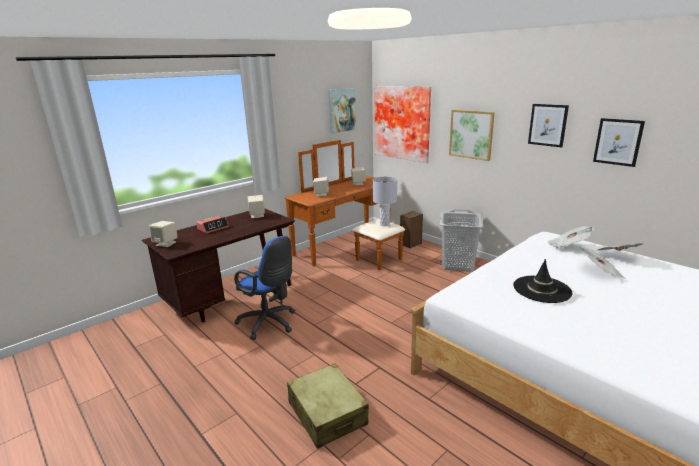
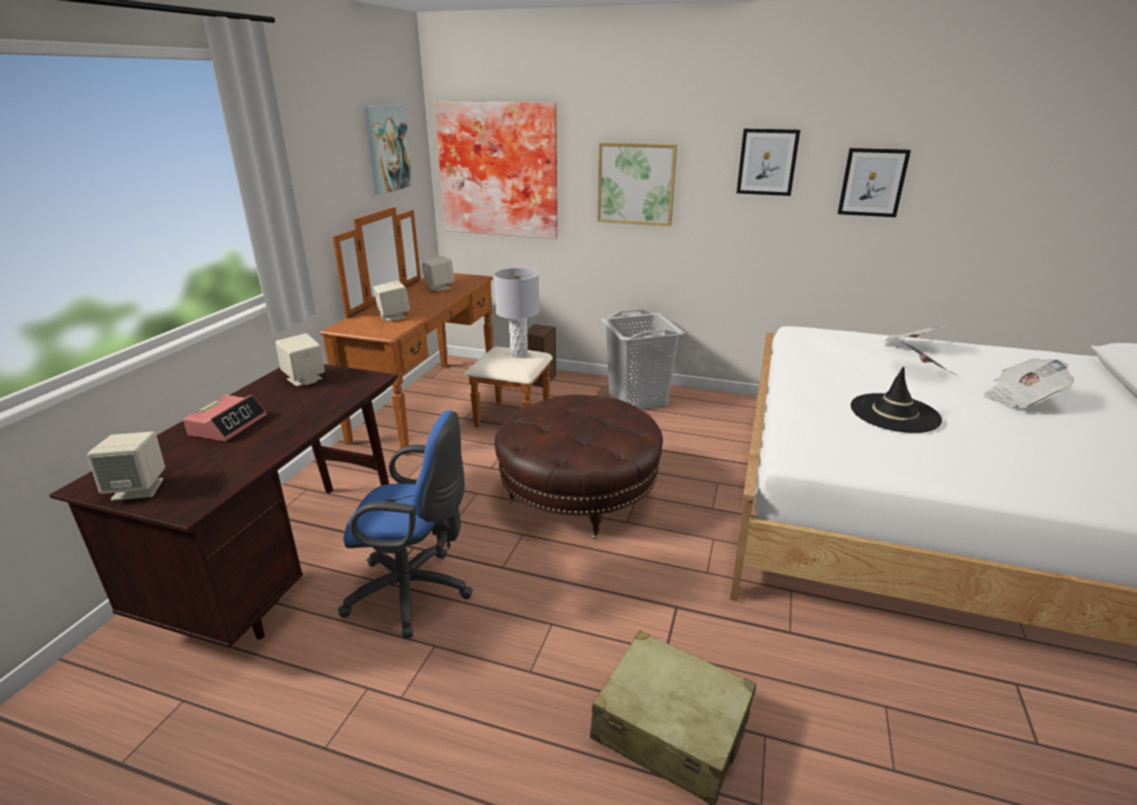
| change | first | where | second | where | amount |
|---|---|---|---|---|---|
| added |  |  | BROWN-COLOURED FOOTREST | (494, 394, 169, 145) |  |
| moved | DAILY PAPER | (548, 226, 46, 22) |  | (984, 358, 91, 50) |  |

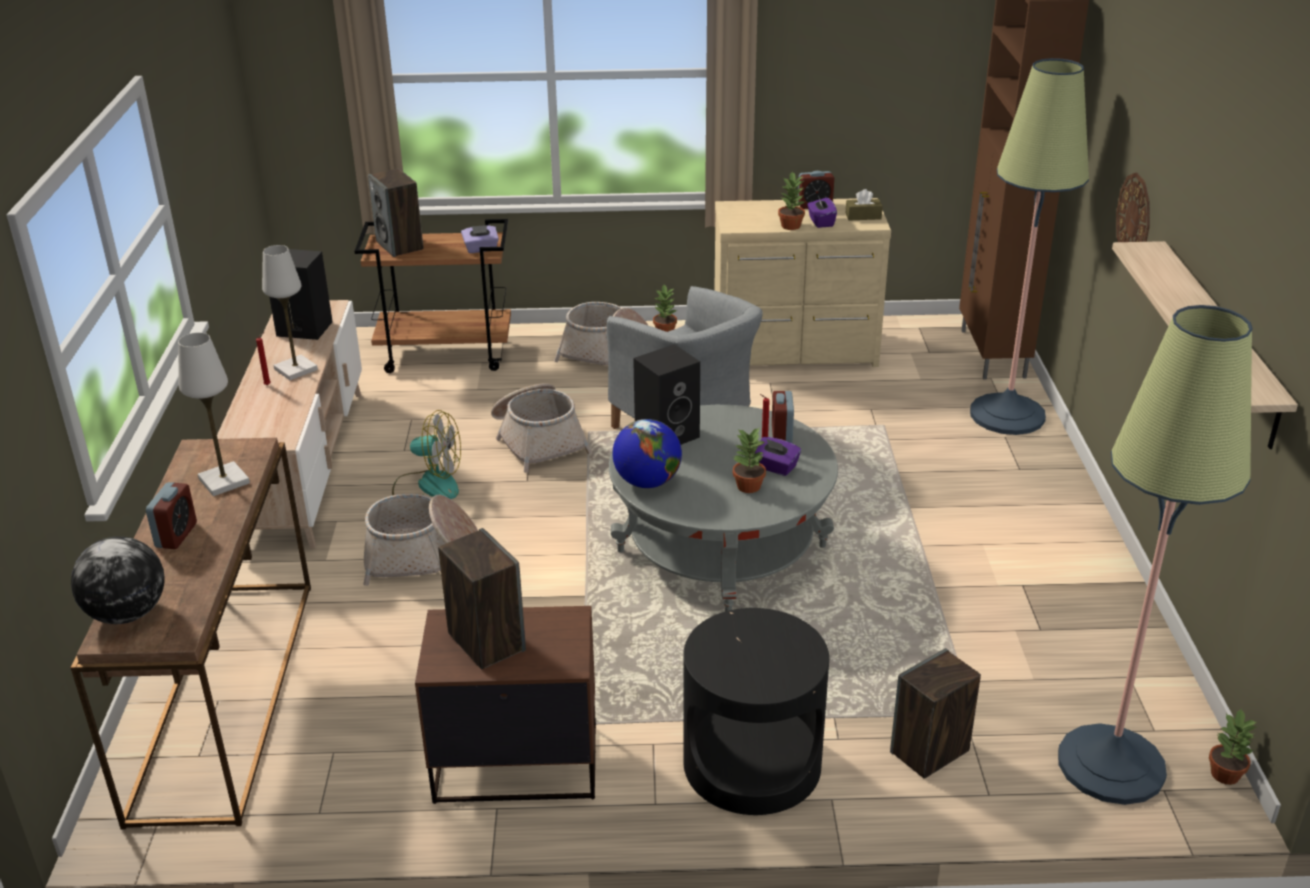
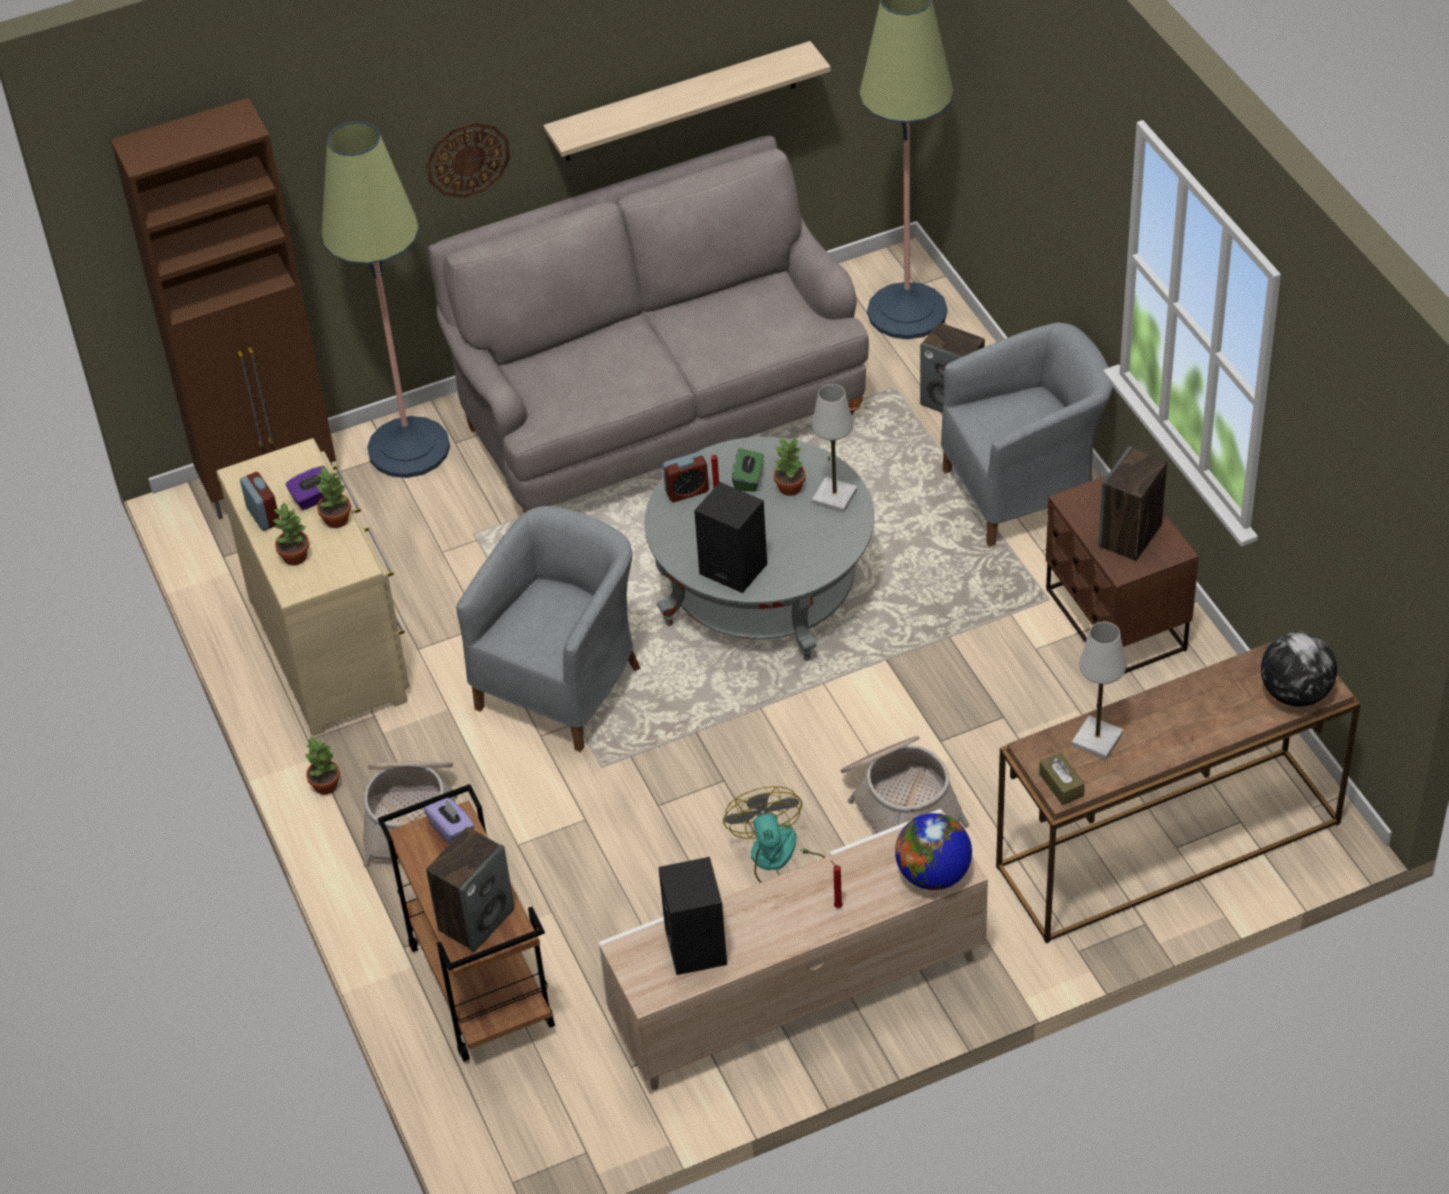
| change | first | where | second | where | amount |
|---|---|---|---|---|---|
| moved | HOUSEPLANT | (1209, 708, 47, 77) |  | (273, 502, 37, 63) |  |
| added |  |  | GRAY SETTEE | (428, 136, 441, 377) |  |
| recoloured | PURPLISH TISSUE HOLDER | (755, 437, 46, 39) | GREEN TISSUE HOLDER | (732, 448, 32, 44) |  |
| moved | WHITE-COLOURED LAMP FOR A TABLE | (262, 245, 56, 135) |  | (812, 384, 45, 129) |  |
| moved | DESK GLOBE | (612, 419, 70, 69) |  | (895, 813, 77, 77) |  |
| replaced | BLACKISH ACCENT TABLE | (684, 608, 145, 207) | GRAY EASY CHAIR | (941, 323, 172, 224) |  |
| moved | BROWN-COLOURED TISSUE HOLDER | (846, 189, 37, 31) |  | (1039, 752, 46, 53) |  |
| removed | ALARM CLOCK | (146, 482, 51, 67) |  |  |  |
| removed | STORAGE BASKET | (491, 383, 101, 90) |  |  |  |

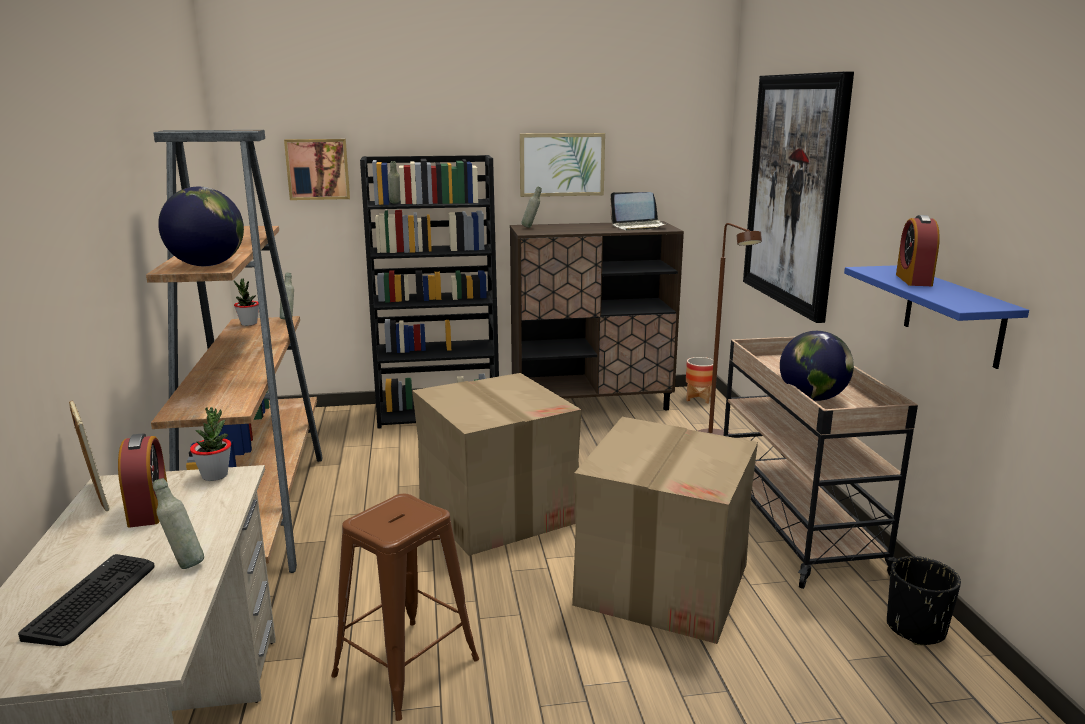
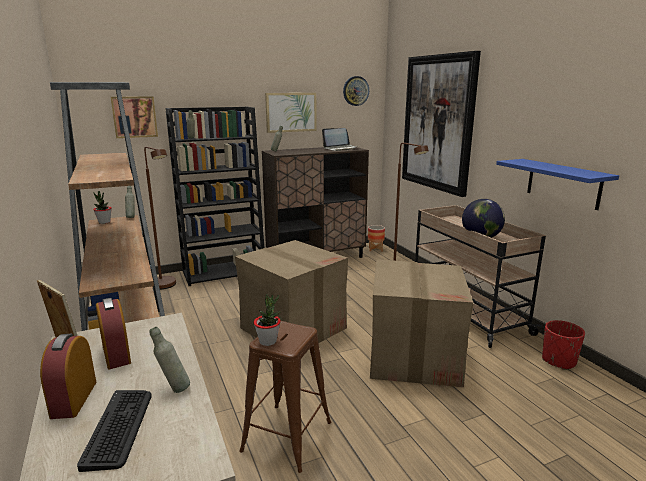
| change | first | where | second | where | amount |
|---|---|---|---|---|---|
| moved | ALARM CLOCK | (896, 215, 44, 71) |  | (40, 334, 56, 85) |  |
| added |  |  | BROWN-COLOURED STANDING LAMP | (144, 147, 32, 142) |  |
| moved | HOUSEPLANT | (190, 407, 41, 74) |  | (254, 294, 27, 52) |  |
| added |  |  | CLOCK ON THE WALL | (343, 76, 26, 30) |  |
| recoloured | BLACKISH FLOWER POT | (887, 556, 74, 89) | REDDISH FLOWER POT | (542, 320, 43, 50) |  |
| removed | DESK GLOBE | (158, 187, 86, 79) |  |  |  |

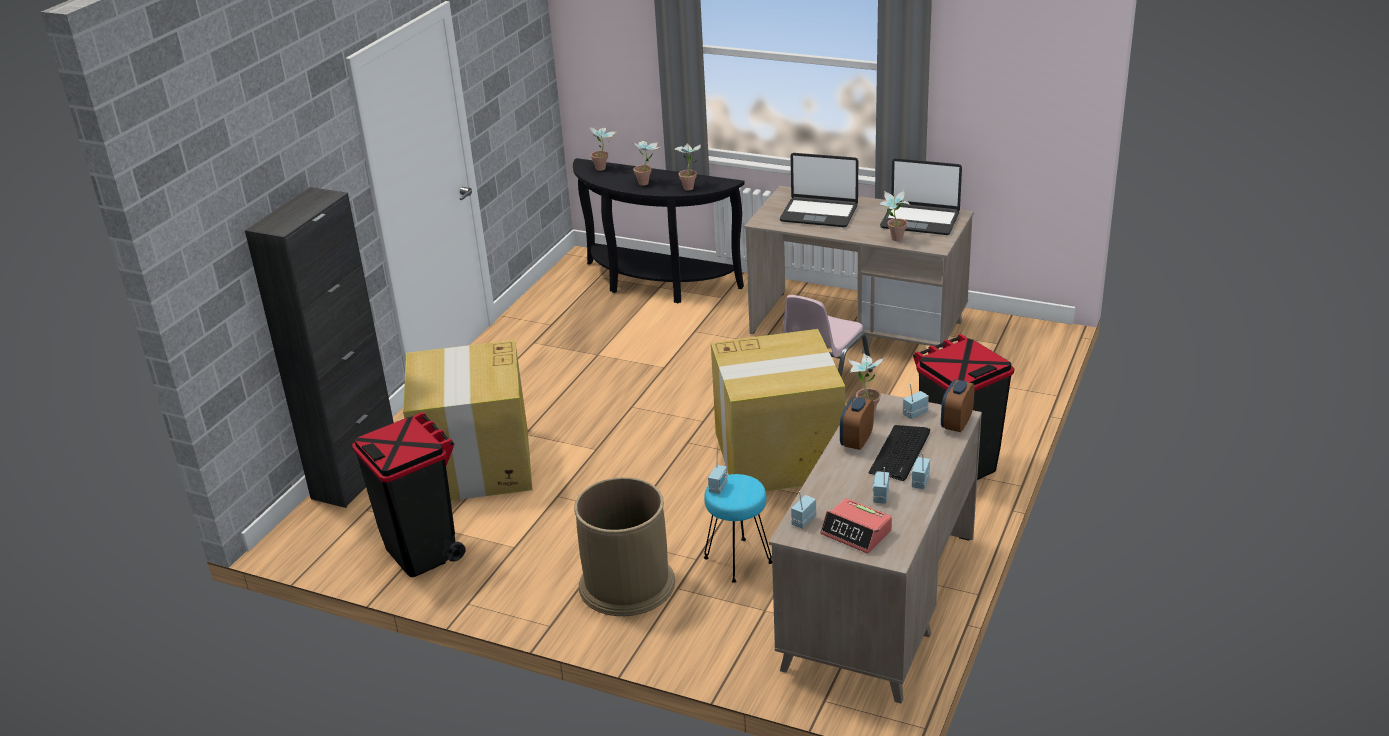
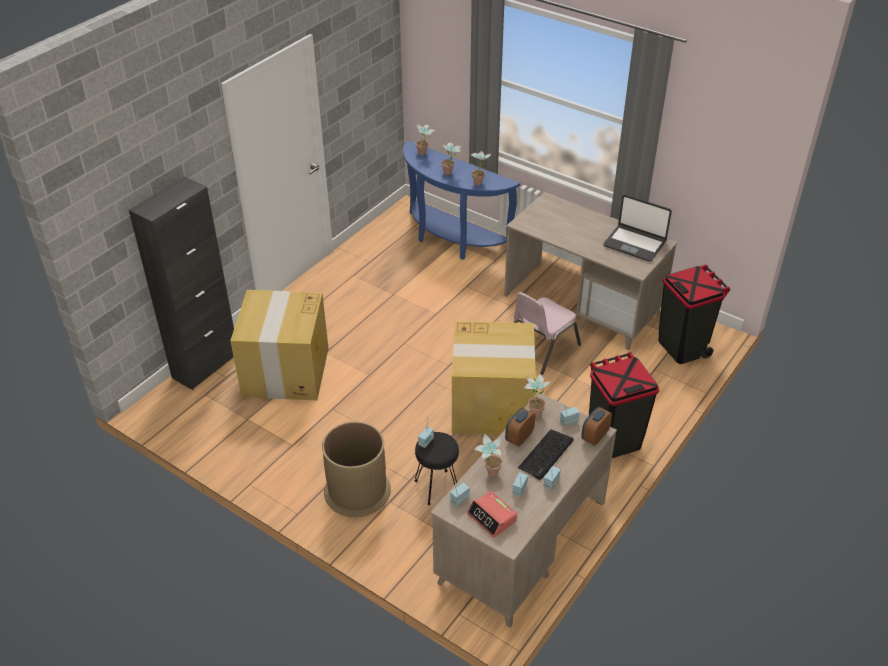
| change | first | where | second | where | amount |
|---|---|---|---|---|---|
| recoloured | BLACKISH NARROW TABLE | (573, 158, 172, 145) | BLUISH NARROW TABLE | (403, 141, 117, 119) |  |
| recoloured | BLUE-GREEN STOOL SEAT | (704, 474, 68, 109) | BLACKISH STOOL SEAT | (415, 432, 44, 73) |  |
| moved | HOUSEPLANT | (879, 190, 31, 51) |  | (474, 434, 29, 43) |  |
| moved | BLACKISH TRASH CAN | (352, 412, 113, 165) |  | (659, 265, 71, 99) |  |
| removed | NOTEBOOK COMPUTER | (780, 153, 78, 74) |  |  |  |

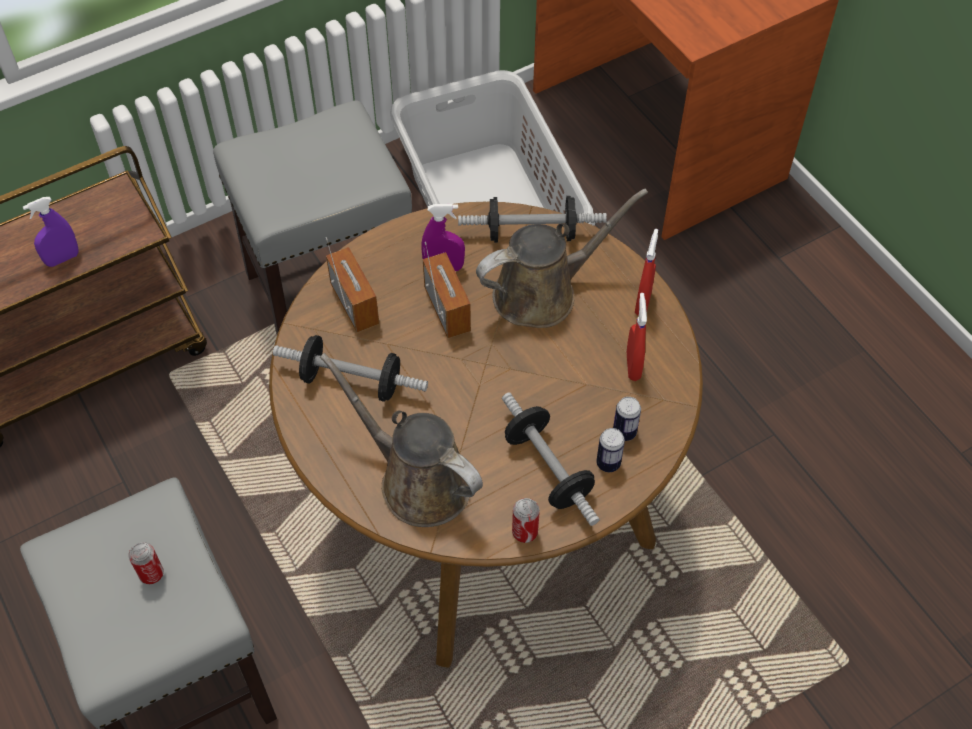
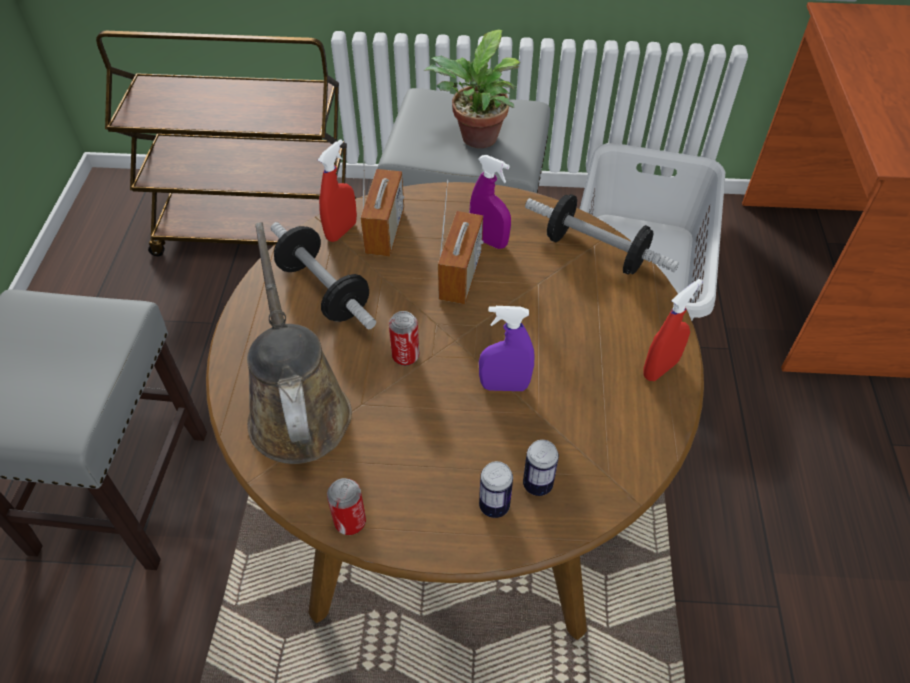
| change | first | where | second | where | amount |
|---|---|---|---|---|---|
| moved | REDDISH SPRAYER | (627, 293, 20, 88) |  | (318, 139, 39, 103) |  |
| moved | SEALED CAN | (128, 542, 36, 42) |  | (389, 311, 30, 55) |  |
| added |  |  | HOUSEPLANT | (424, 30, 96, 118) |  |
| moved | PURPLISH SPRAYER | (23, 197, 56, 70) |  | (479, 306, 56, 85) |  |
| removed | BROWN-COLOURED WATERING CAN | (476, 189, 172, 139) |  |  |  |
| removed | DUMBBELL | (502, 392, 98, 134) |  |  |  |

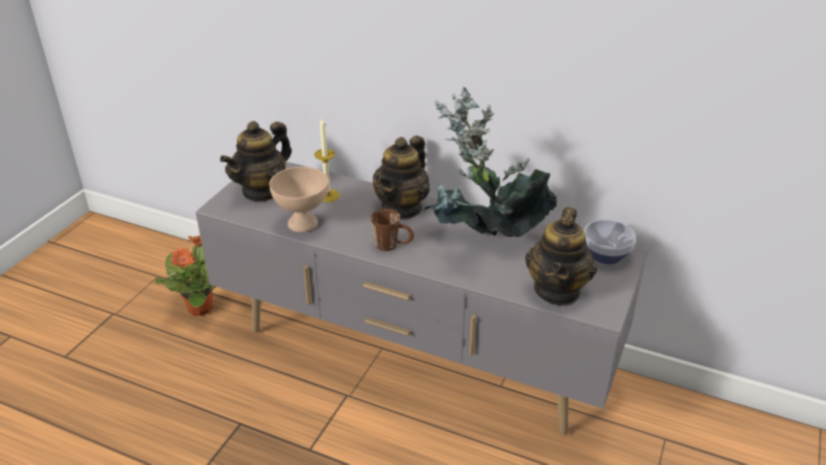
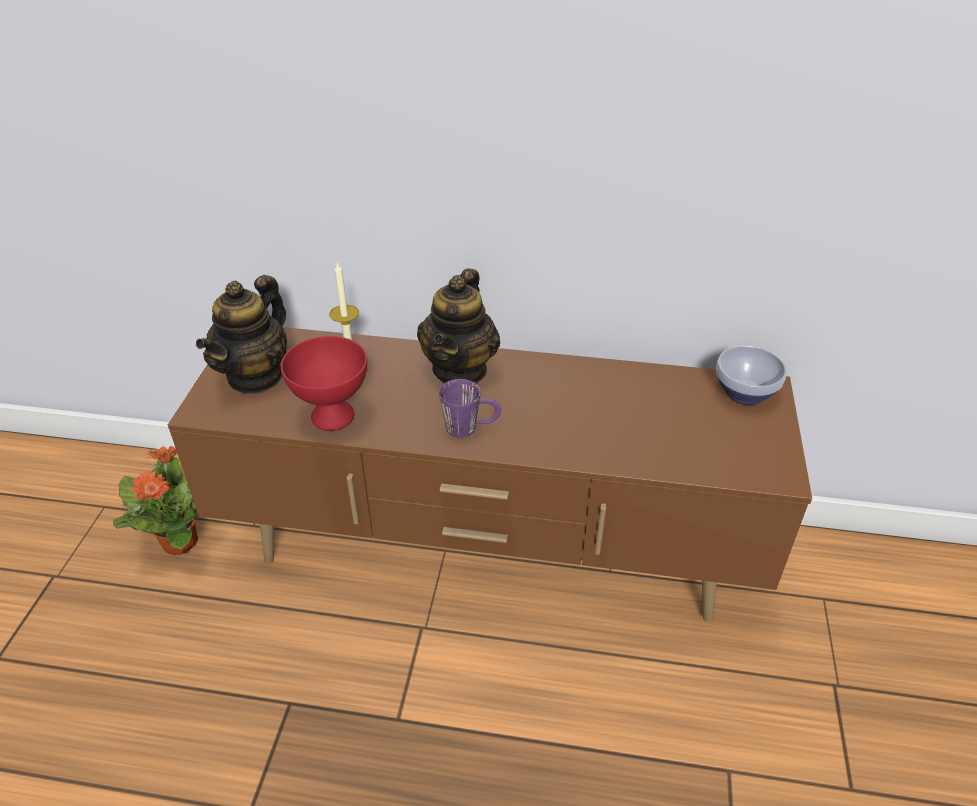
| change | first | where | second | where | amount |
|---|---|---|---|---|---|
| recoloured | GRAY TV UNIT | (196, 161, 452, 274) | BROWN-COLOURED TV UNIT | (168, 327, 644, 295) |  |
| recoloured | SAND-COLOURED SERVING BOWL | (269, 167, 60, 66) | REDDISH SERVING BOWL | (281, 336, 86, 95) |  |
| recoloured | BROWN-COLOURED TEA MUG | (371, 209, 43, 42) | PURPLISH TEA MUG | (439, 379, 62, 59) |  |
| removed | HOUSEPLANT | (423, 87, 134, 150) |  |  |  |
| removed | TEAPOT | (525, 207, 72, 99) |  |  |  |

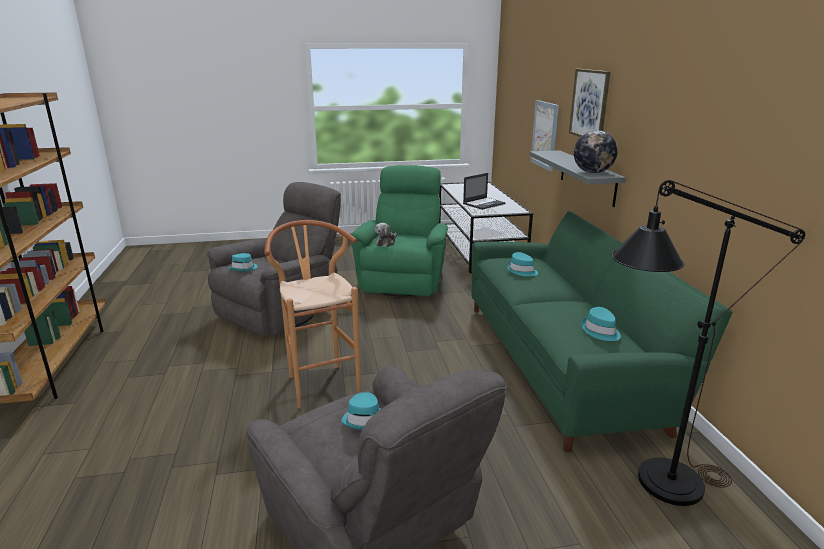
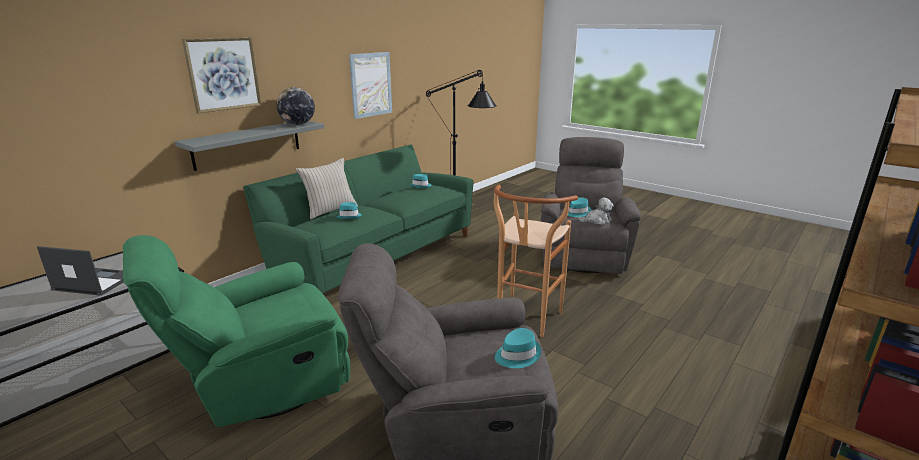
| change | first | where | second | where | amount |
|---|---|---|---|---|---|
| added |  |  | SAND-COLOURED CUSHION | (296, 158, 62, 61) |  |
| moved | PICTURE | (531, 100, 28, 71) |  | (349, 52, 43, 67) |  |
| moved | PLUSH TOY | (375, 223, 22, 24) |  | (578, 198, 35, 27) |  |

